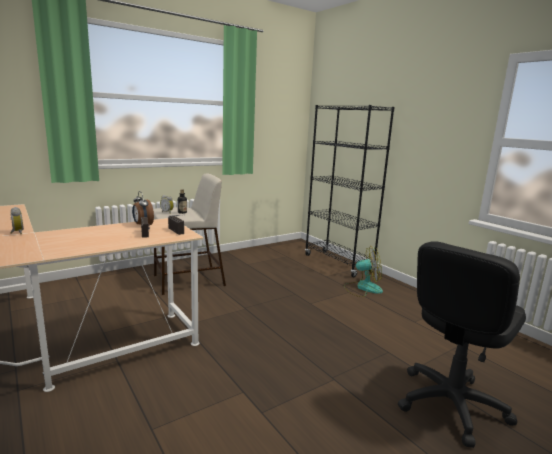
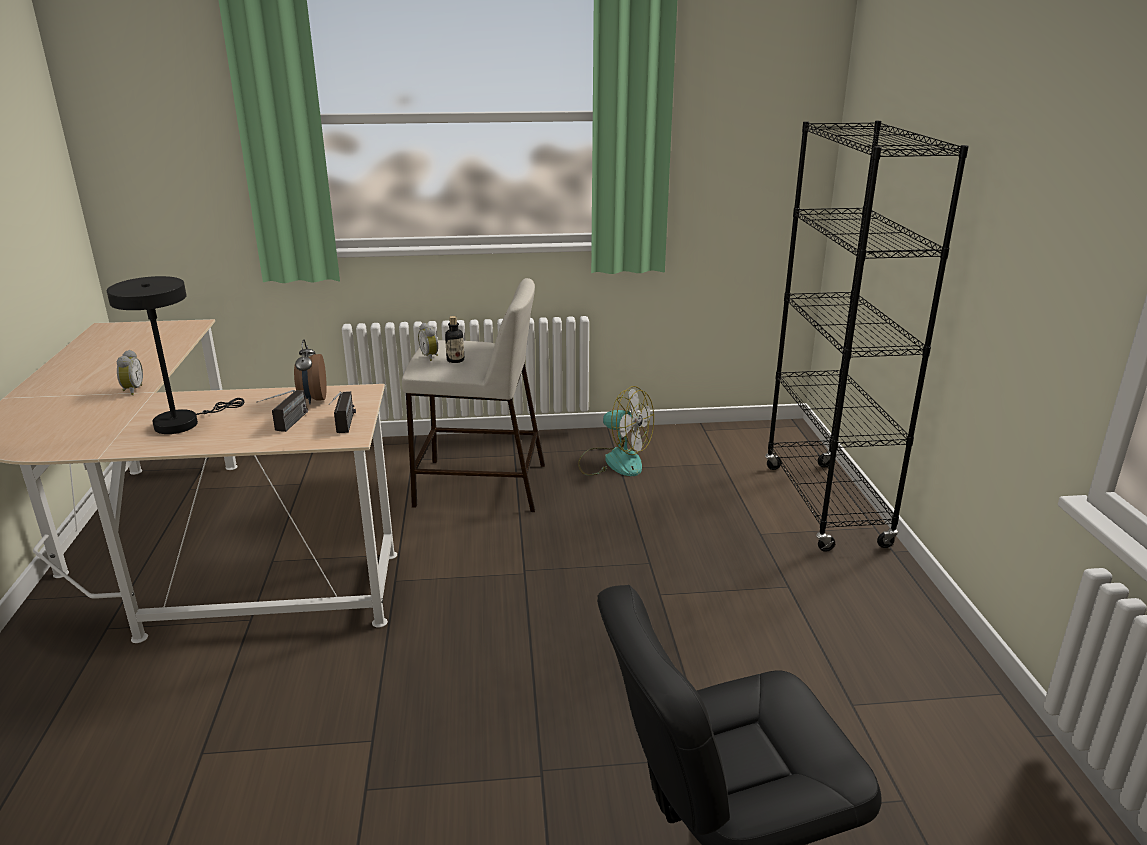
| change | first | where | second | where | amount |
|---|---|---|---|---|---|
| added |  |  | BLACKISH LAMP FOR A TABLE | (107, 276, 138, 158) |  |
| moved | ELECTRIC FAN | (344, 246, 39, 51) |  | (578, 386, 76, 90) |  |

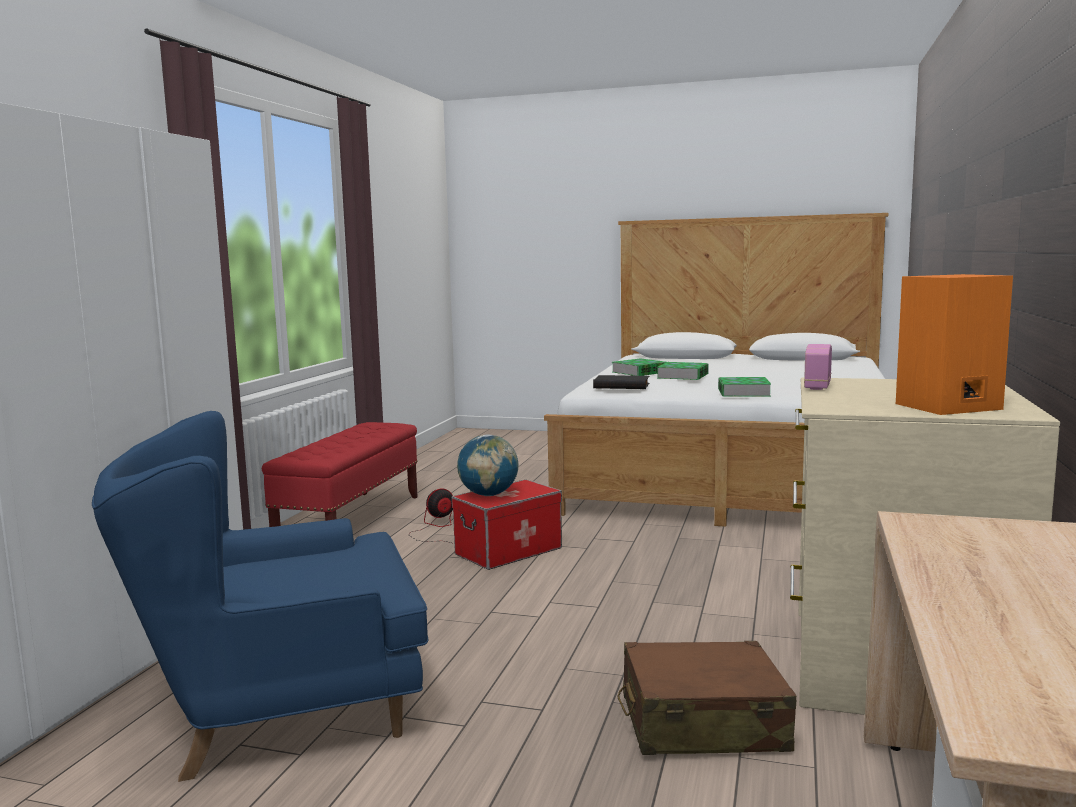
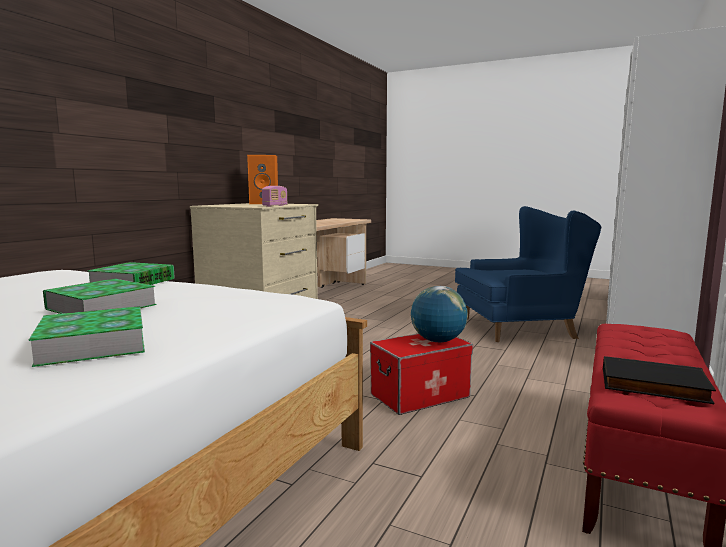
| change | first | where | second | where | amount |
|---|---|---|---|---|---|
| moved | BLACKISH BOUND BOOK | (593, 375, 56, 14) |  | (603, 356, 113, 48) |  |
| removed | ELECTRIC FAN | (409, 489, 45, 55) |  |  |  |
| removed | BROWN-COLOURED SUITCASE | (617, 641, 179, 114) |  |  |  |

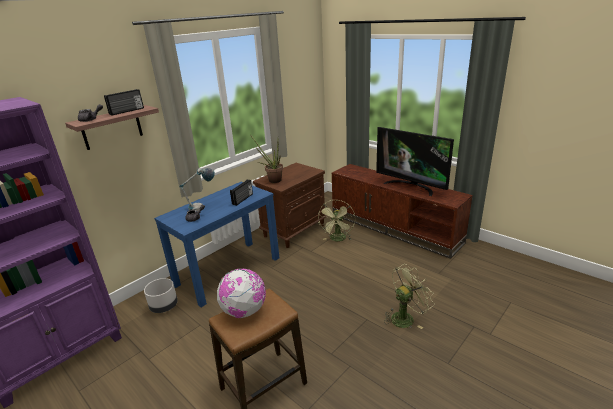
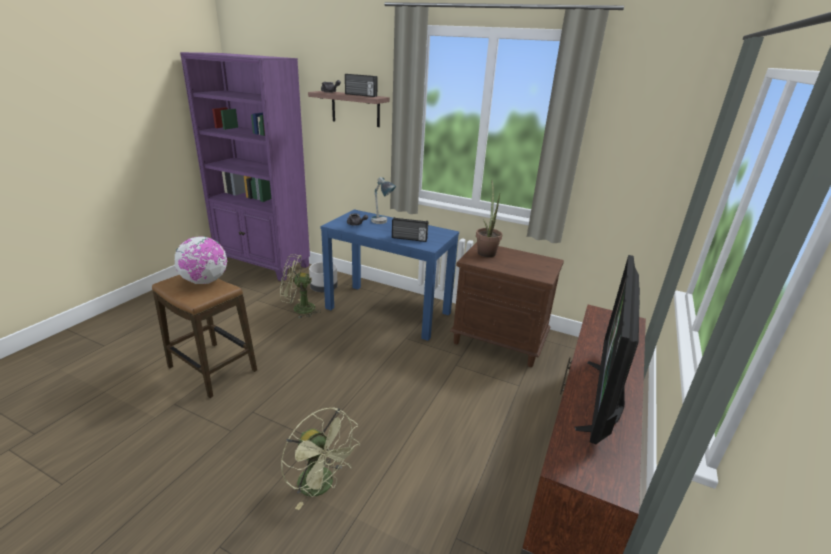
| change | first | where | second | where | amount |
|---|---|---|---|---|---|
| moved | GREEN ELECTRIC FAN | (318, 200, 37, 41) |  | (280, 254, 41, 64) |  |

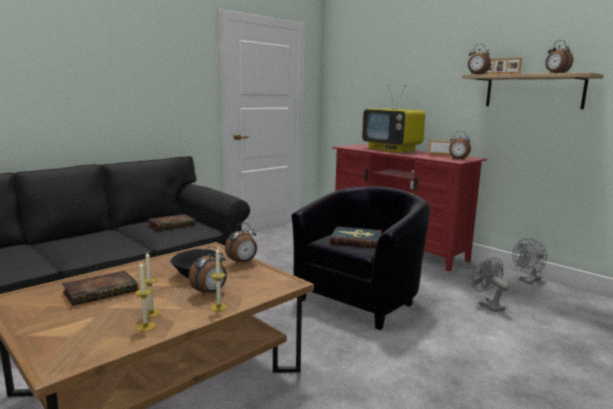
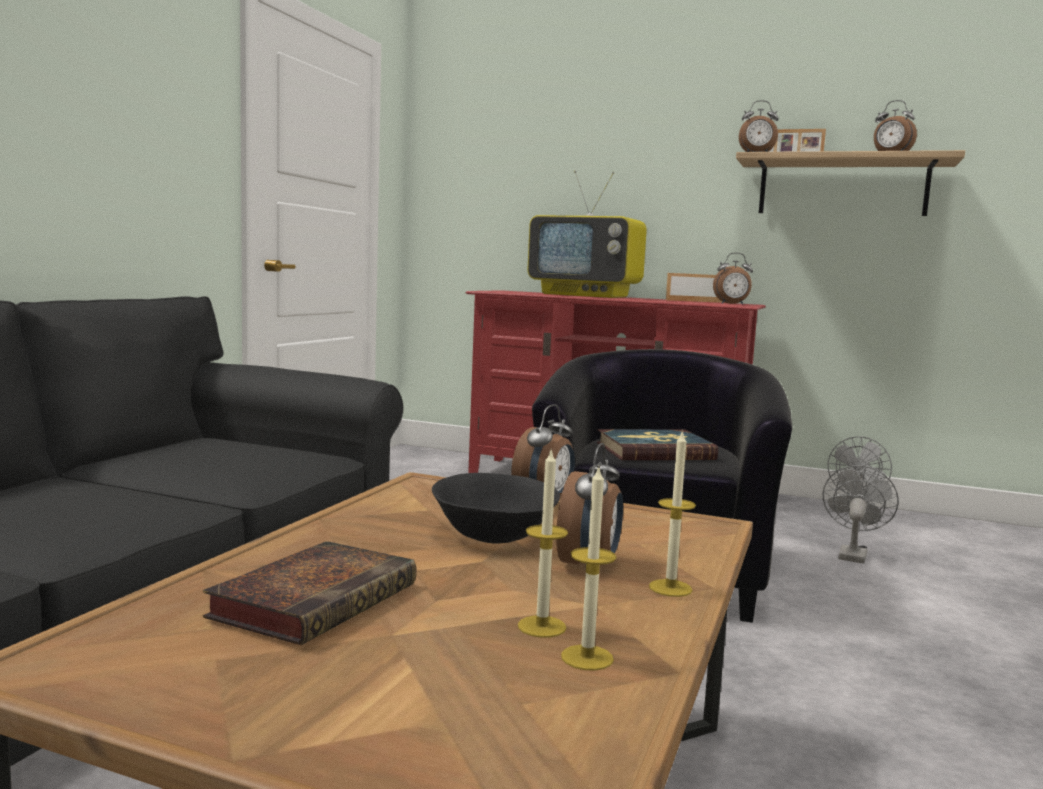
| change | first | where | second | where | amount |
|---|---|---|---|---|---|
| turned | GRAY ELECTRIC FAN | (472, 257, 37, 55) |  | (823, 465, 76, 99) | 75 degrees clockwise |
| removed | BOUND BOOK | (148, 214, 48, 16) |  |  |  |

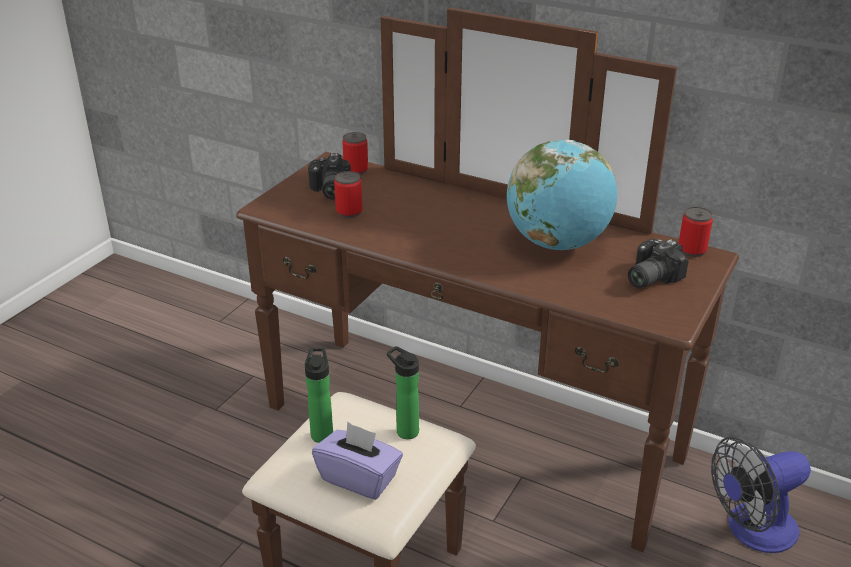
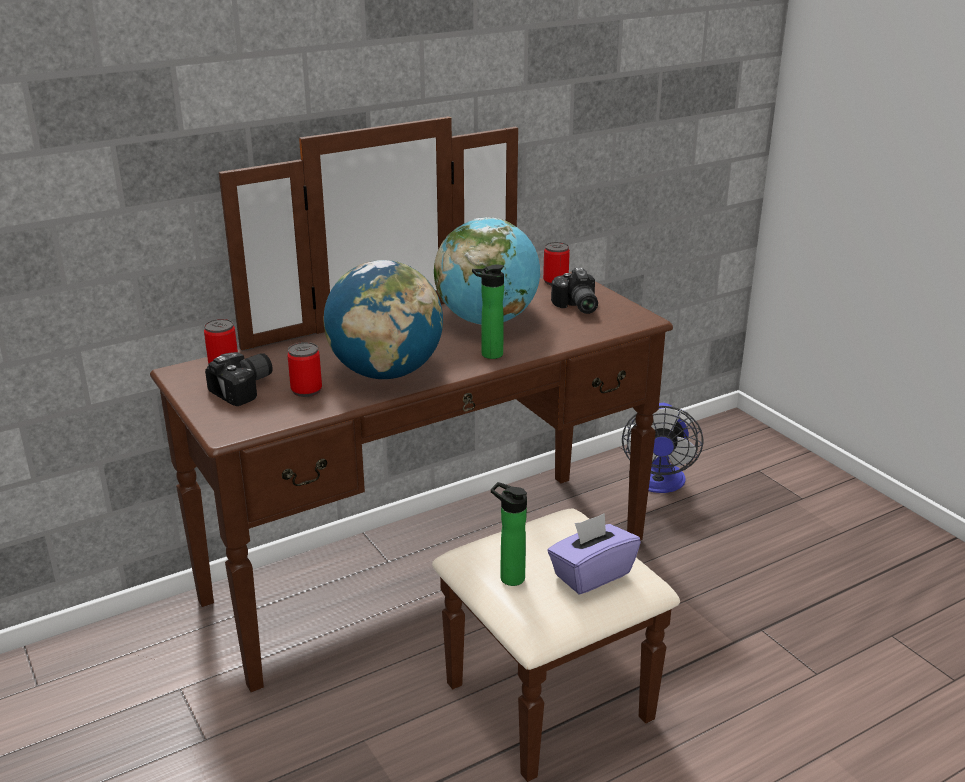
| change | first | where | second | where | amount |
|---|---|---|---|---|---|
| turned | PHOTO CAMERA | (308, 153, 43, 47) |  | (205, 352, 68, 54) | 75 degrees counterclockwise |
| added |  |  | DESK GLOBE | (323, 260, 120, 119) |  |
| moved | BEVERAGE BOTTLE | (387, 346, 32, 93) |  | (472, 264, 32, 95) |  |

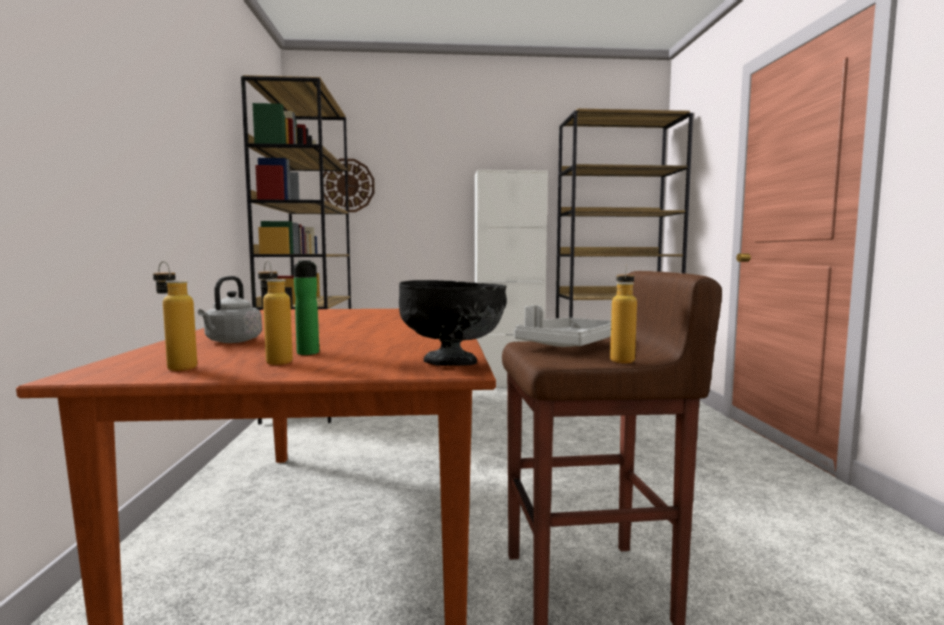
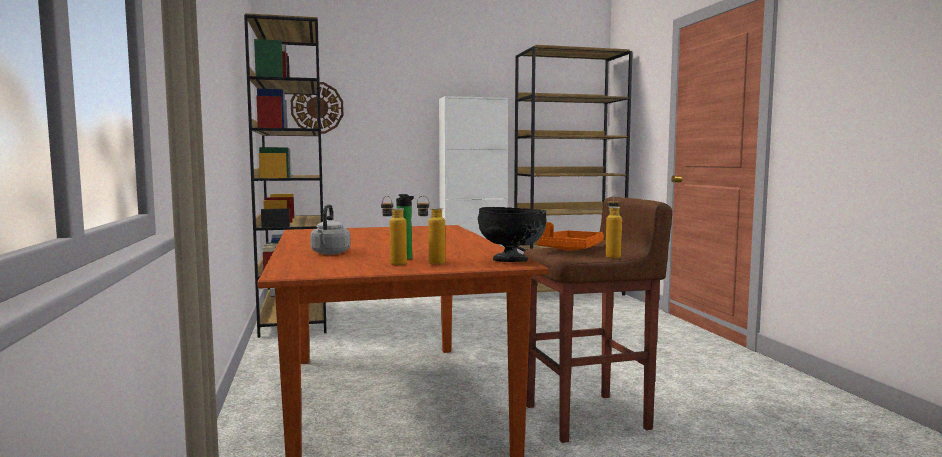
| change | first | where | second | where | amount |
|---|---|---|---|---|---|
| moved | BEVERAGE BOTTLE | (153, 261, 44, 110) |  | (417, 196, 28, 69) |  |
| recoloured | GRAY CARRYING TRAY | (514, 305, 97, 42) | ORANGE-COLOURED CARRYING TRAY | (537, 222, 67, 28) |  |

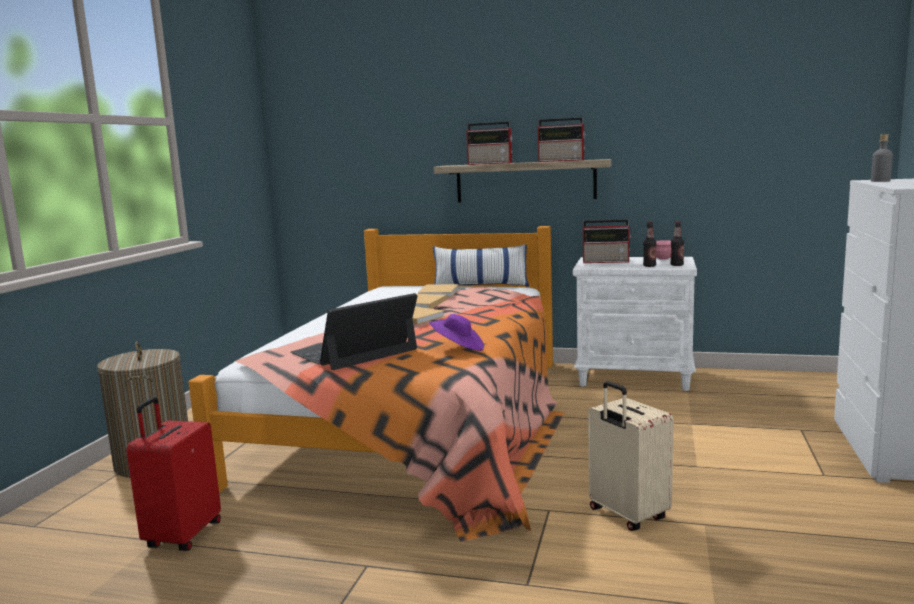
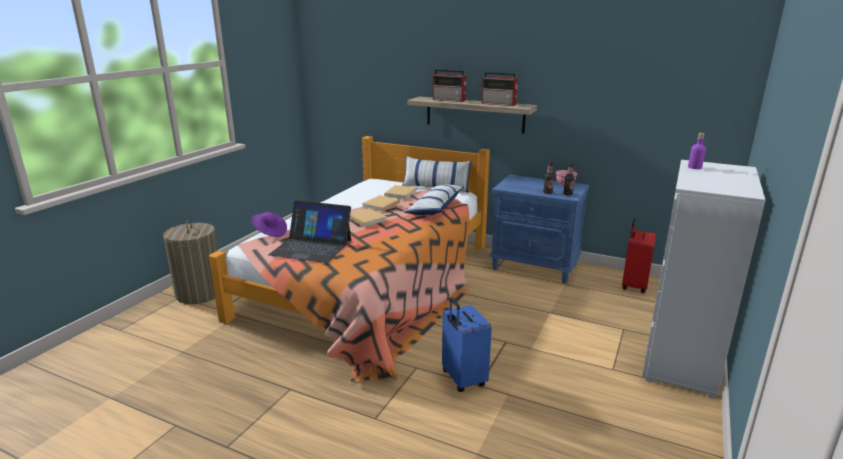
| change | first | where | second | where | amount |
|---|---|---|---|---|---|
| moved | PURPLISH CLOTHING HAT | (429, 314, 55, 37) |  | (252, 212, 35, 25) |  |
| turned | NOTEBOOK COMPUTER | (291, 293, 126, 77) |  | (268, 200, 83, 63) | 135 degrees counterclockwise |
| added |  |  | CUSHION | (404, 185, 60, 30) |  |
| recoloured | SAND-COLOURED SUITCASE | (588, 381, 86, 150) | BLUISH SUITCASE | (442, 297, 50, 95) |  |
| recoloured | WHITE-COLOURED NIGHTSTAND | (573, 257, 124, 134) | BLUISH NIGHTSTAND | (489, 175, 100, 109) |  |
| moved | REDDISH SUITCASE | (126, 397, 95, 154) |  | (622, 219, 34, 74) |  |
| recoloured | GRAY BEVERAGE BOTTLE | (871, 134, 22, 48) | PURPLISH BEVERAGE BOTTLE | (688, 133, 18, 36) |  |
| removed | RADIO RECEIVER | (583, 219, 49, 44) |  |  |  |

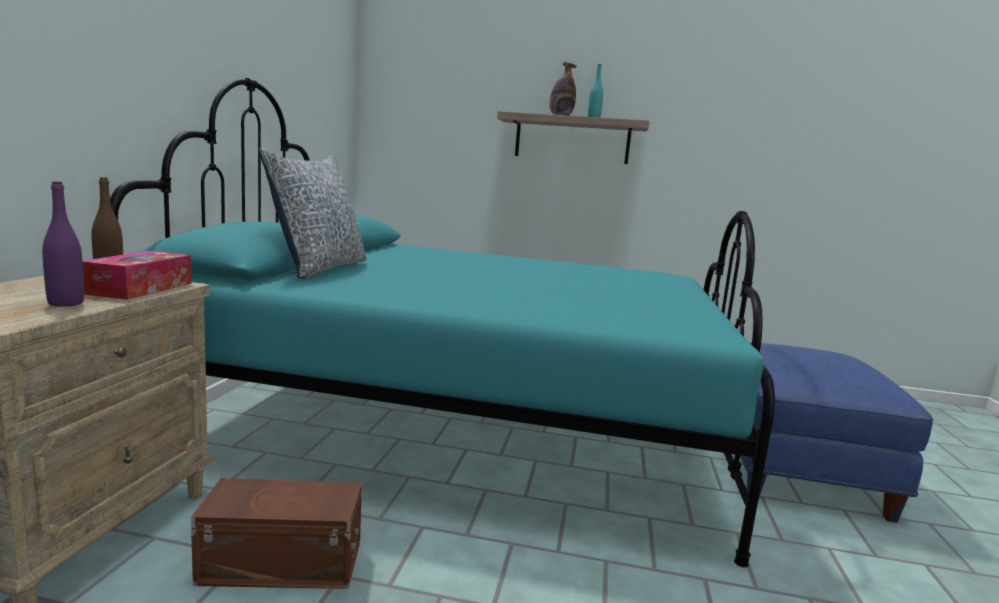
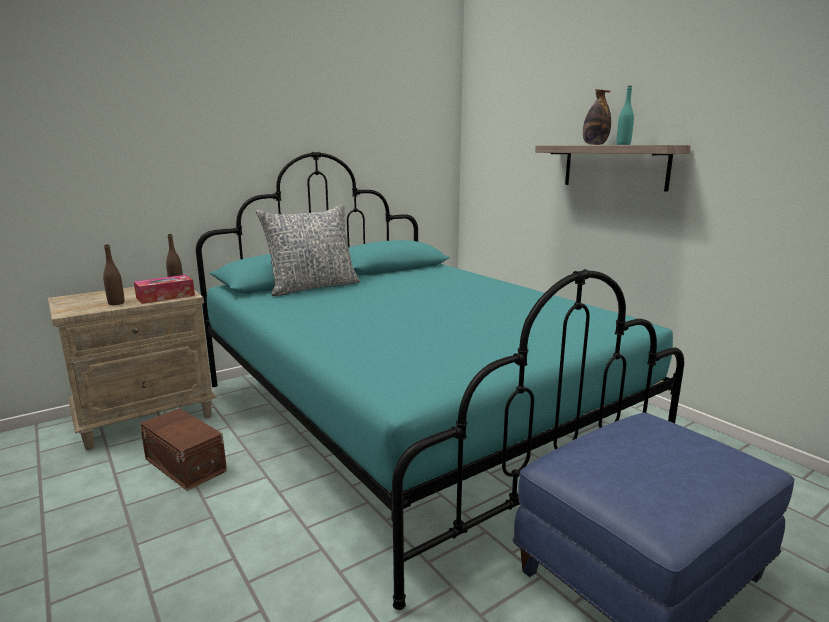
| change | first | where | second | where | amount |
|---|---|---|---|---|---|
| recoloured | PURPLISH BEVERAGE BOTTLE | (42, 181, 42, 126) | BROWN-COLOURED BEVERAGE BOTTLE | (103, 244, 21, 61) |  |

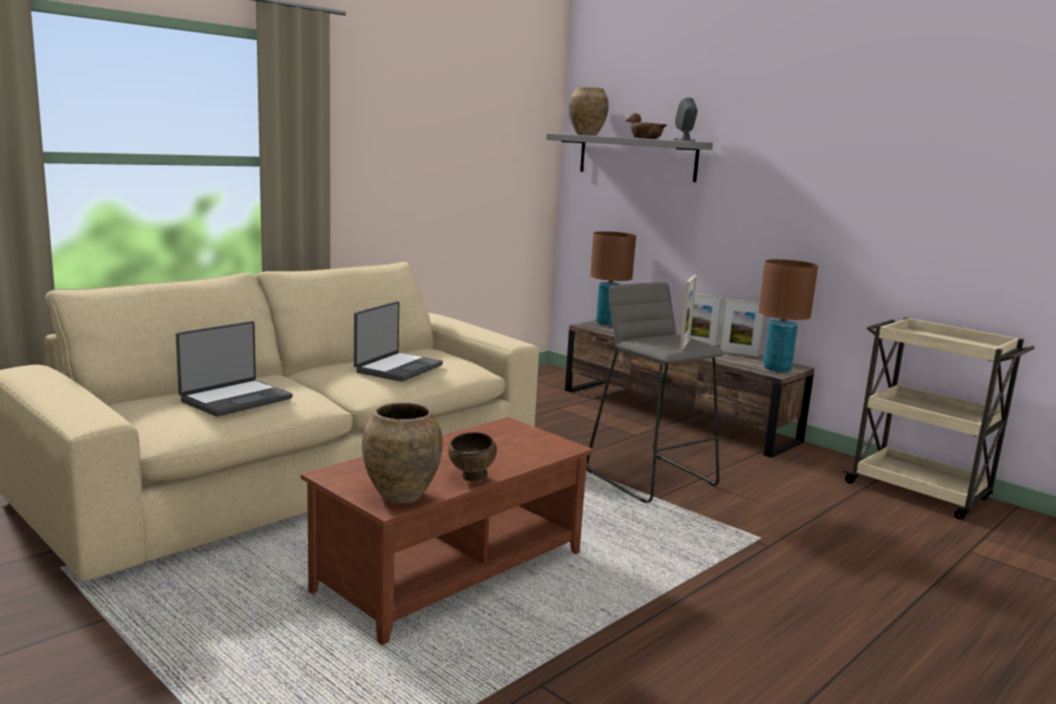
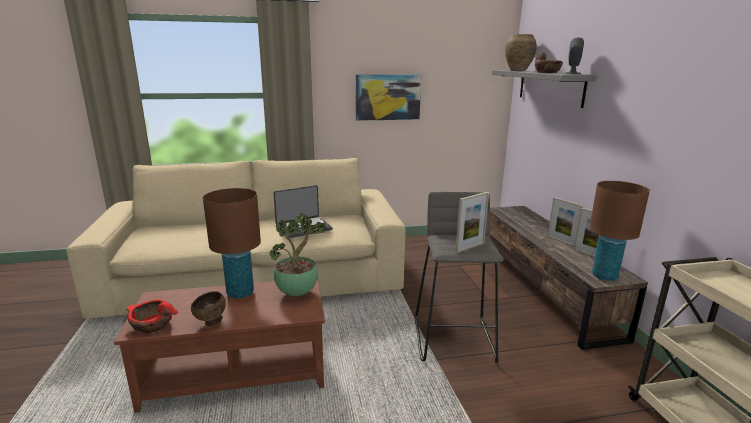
| change | first | where | second | where | amount |
|---|---|---|---|---|---|
| replaced | BROWN-COLOURED FLOWER VASE | (362, 403, 81, 101) | REDDISH SERVING BOWL | (126, 299, 52, 34) |  |
| moved | BROWN-COLOURED LAMP FOR A TABLE | (590, 231, 46, 95) |  | (203, 188, 58, 111) |  |
| added |  |  | HOUSEPLANT | (270, 213, 56, 83) |  |
| added |  |  | PICTURE | (355, 74, 66, 47) |  |
| removed | NOTEBOOK COMPUTER | (176, 321, 117, 96) |  |  |  |

